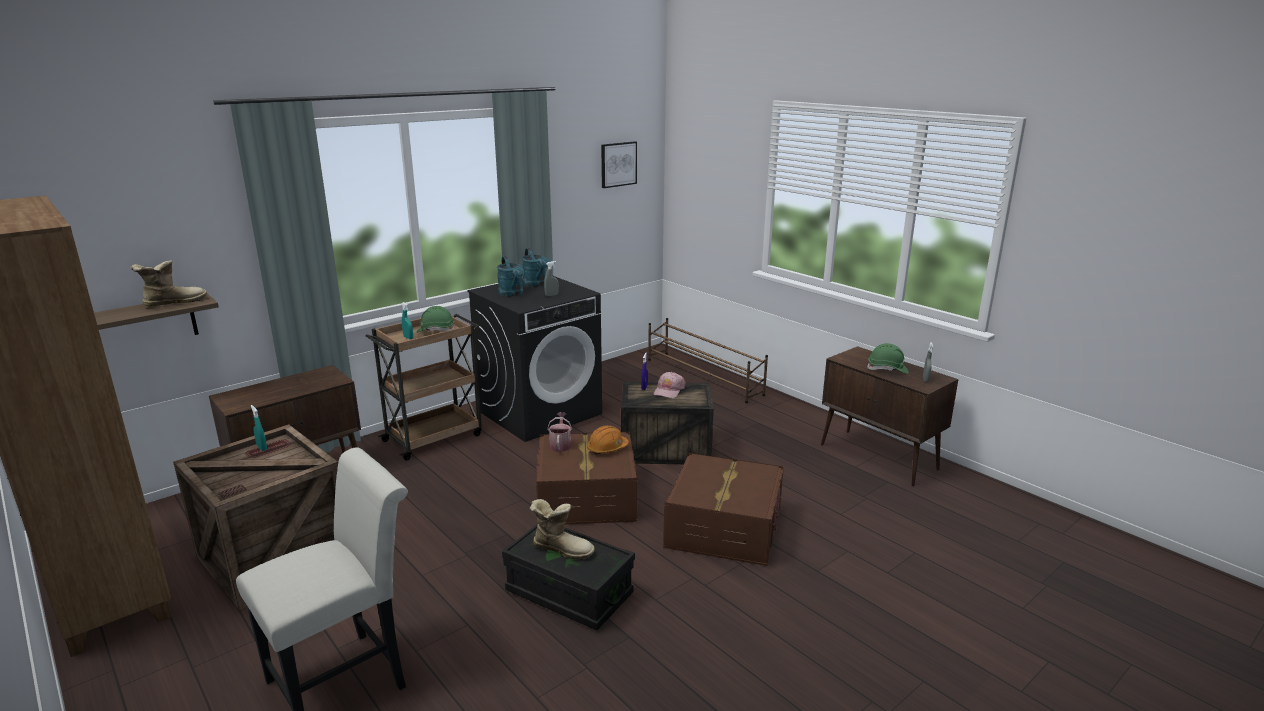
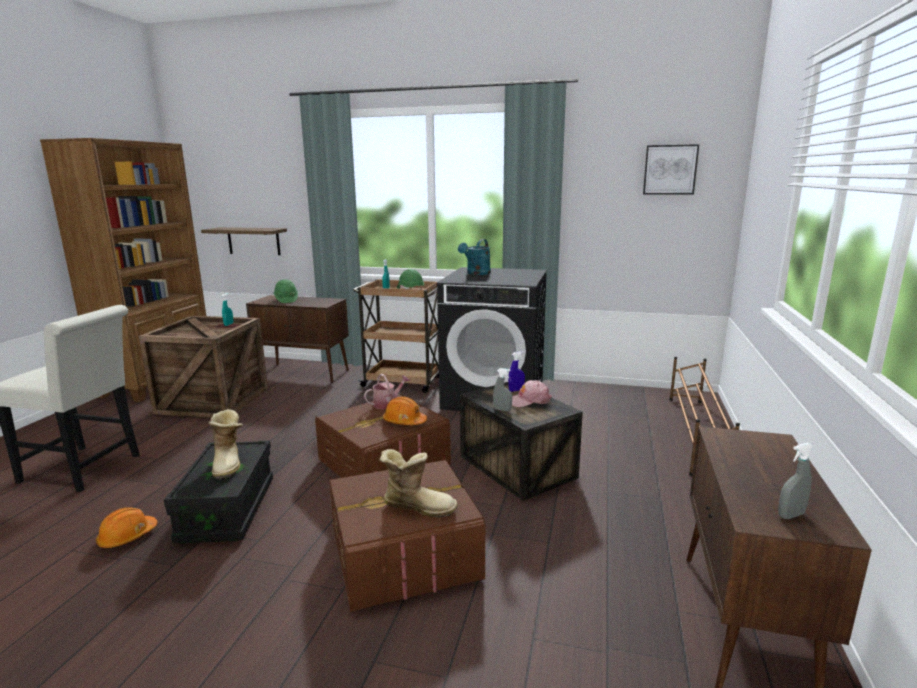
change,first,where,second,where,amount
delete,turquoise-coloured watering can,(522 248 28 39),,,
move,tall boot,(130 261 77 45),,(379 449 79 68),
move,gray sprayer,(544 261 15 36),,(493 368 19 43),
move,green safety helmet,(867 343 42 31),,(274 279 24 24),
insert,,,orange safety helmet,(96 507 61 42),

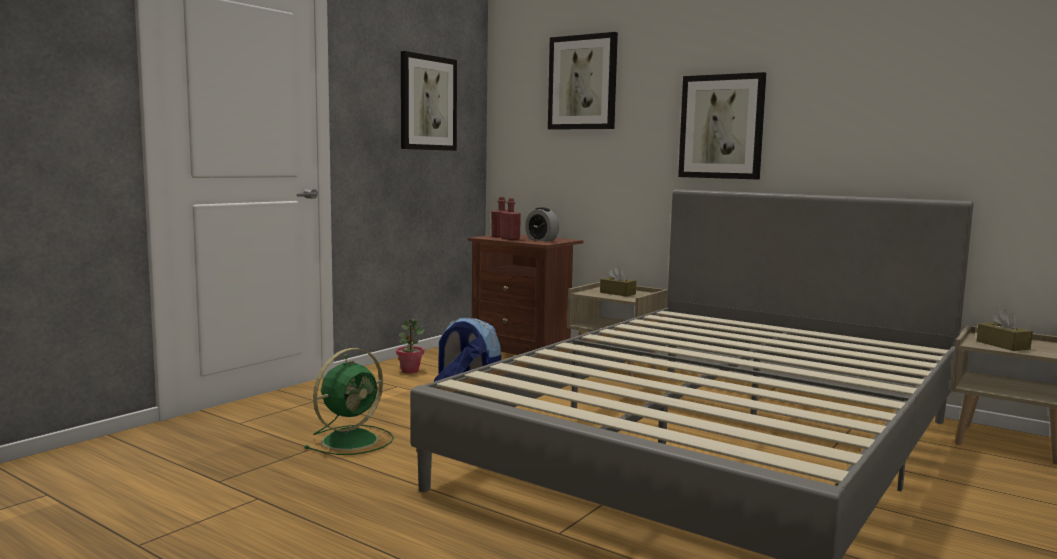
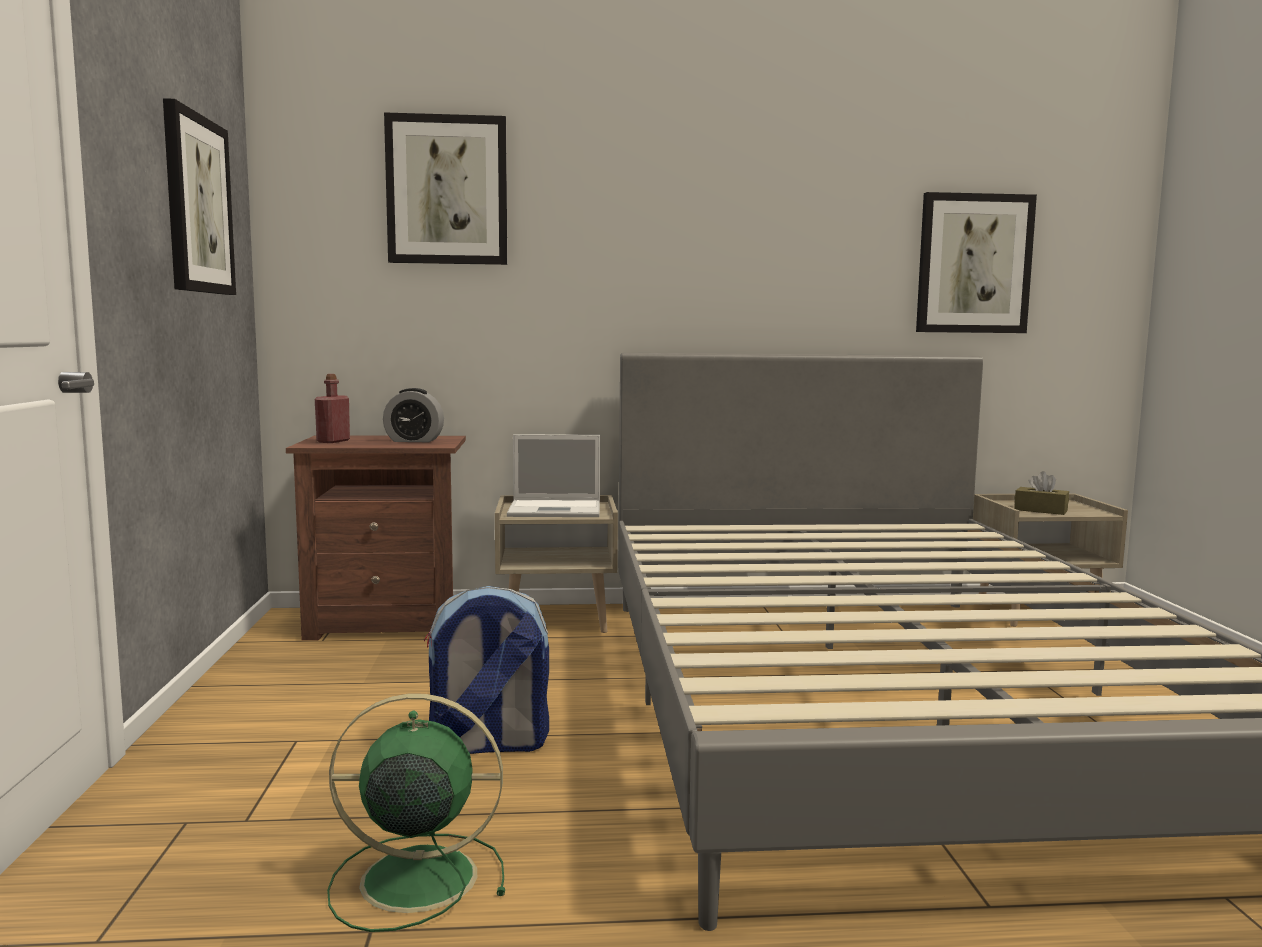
change,first,where,second,where,amount
move,wall picture,(678 72 88 107),,(916 192 121 141),
delete,red-coloured bottle,(501 198 20 42),,,
replace,brown-coloured tissue box,(600 266 36 30),notebook computer,(507 434 93 83),
delete,potted plant,(396 319 28 54),,,
rotate,green cooling fan,(305 348 89 107),,(327 694 178 238),90 degrees counterclockwise

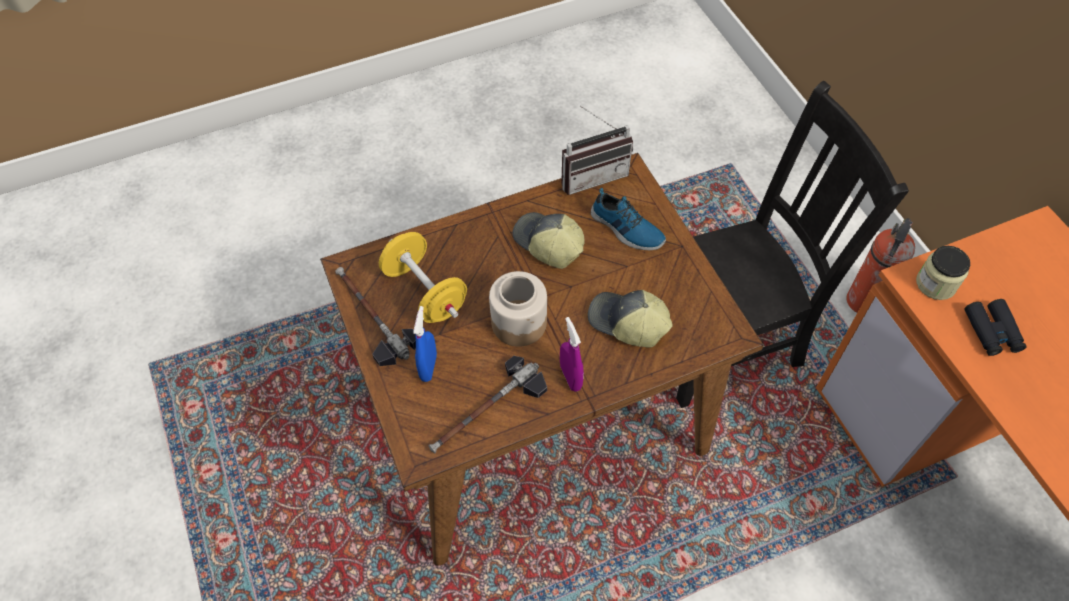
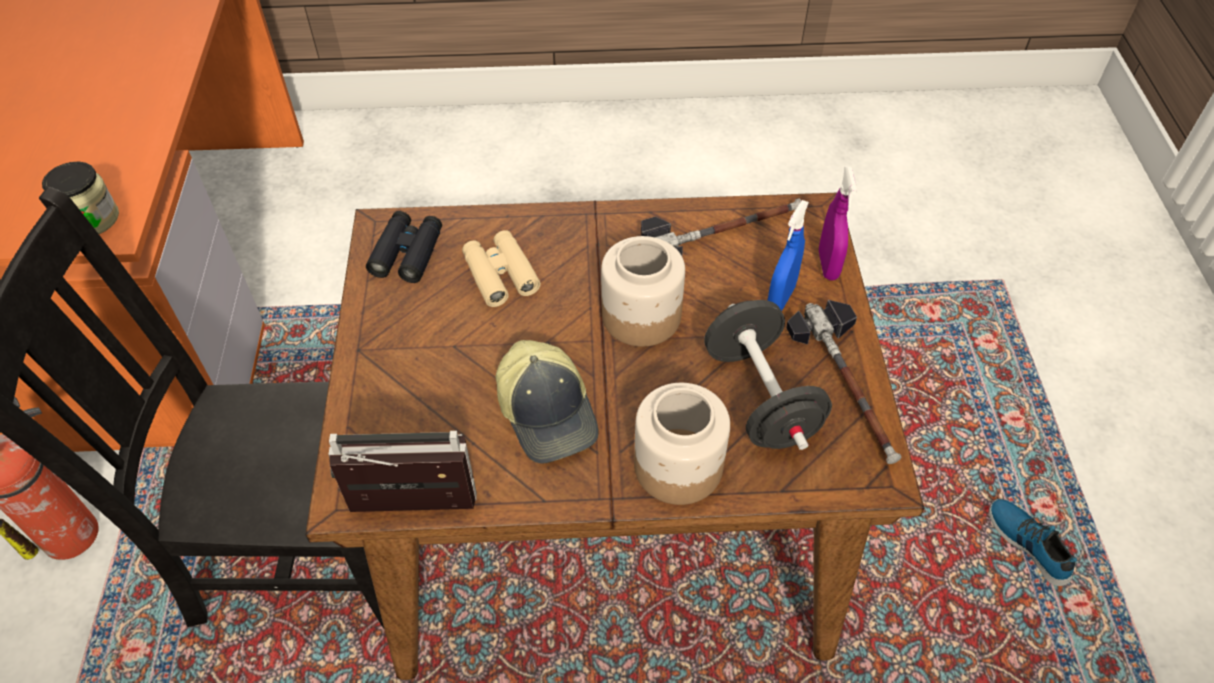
change,first,where,second,where,amount
move,shoe,(591 188 75 62),,(989 499 88 87),
recolor,yellow-coloured free weight,(379 232 88 91),black-coloured free weight,(704 300 128 150),
replace,peaked cap,(588 290 85 57),beige-coloured field glasses,(462 230 79 77),
move,black-coloured field glasses,(965 299 61 57),,(366 211 76 72),
move,purple-coloured sprayer,(560 317 24 75),,(819 167 38 113),
insert,,,preserve jar,(634 383 96 122),

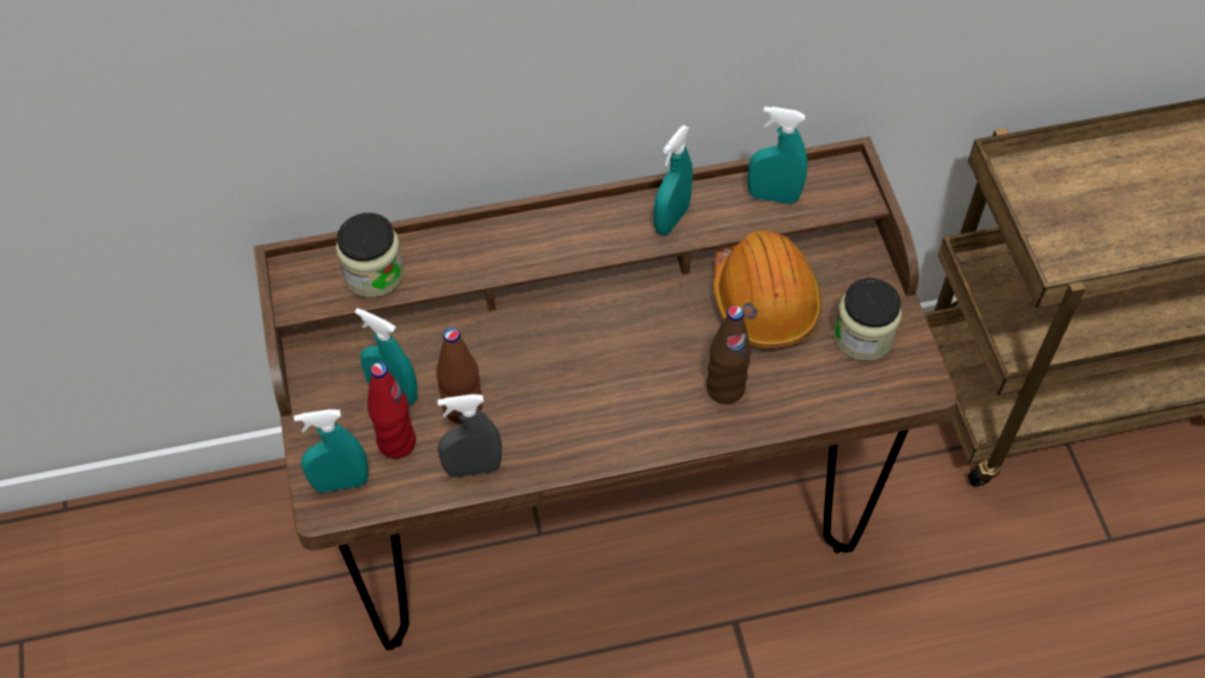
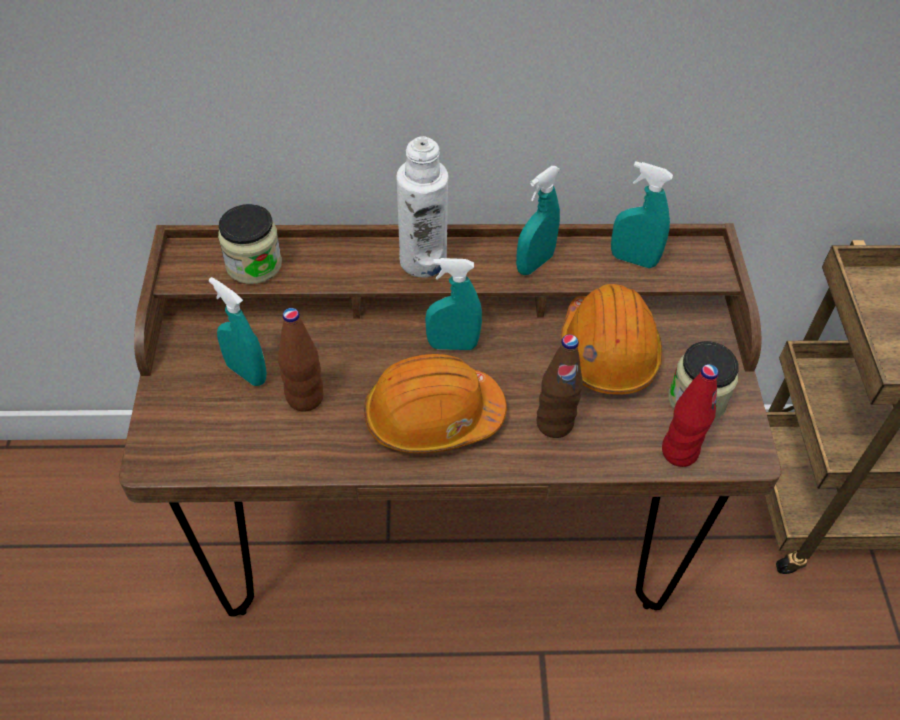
change,first,where,second,where,amount
move,red-coloured bottle,(367 362 49 97),,(662 364 57 103),
delete,gray sprayer,(437 394 65 83),,,
move,turquoise-coloured sprayer,(294 409 74 83),,(425 258 57 92),
insert,,,whitish bottle,(397 136 52 142),
insert,,,orange safety helmet,(364 354 143 99),

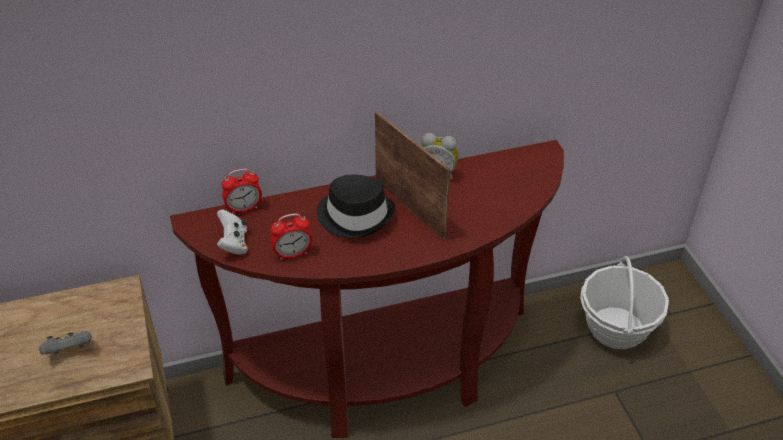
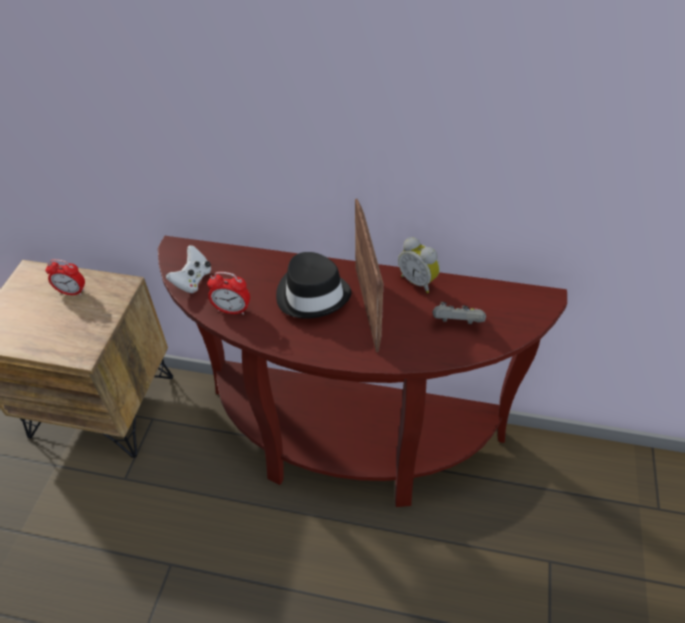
change,first,where,second,where,amount
move,alarm clock,(221 168 41 46),,(46 259 39 36),
delete,storage basket,(580 256 89 94),,,
move,gray joypad,(39 331 53 24),,(433 302 53 22),

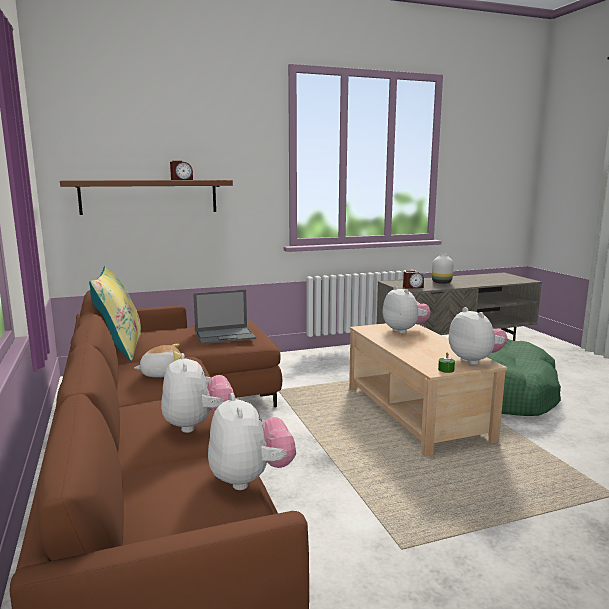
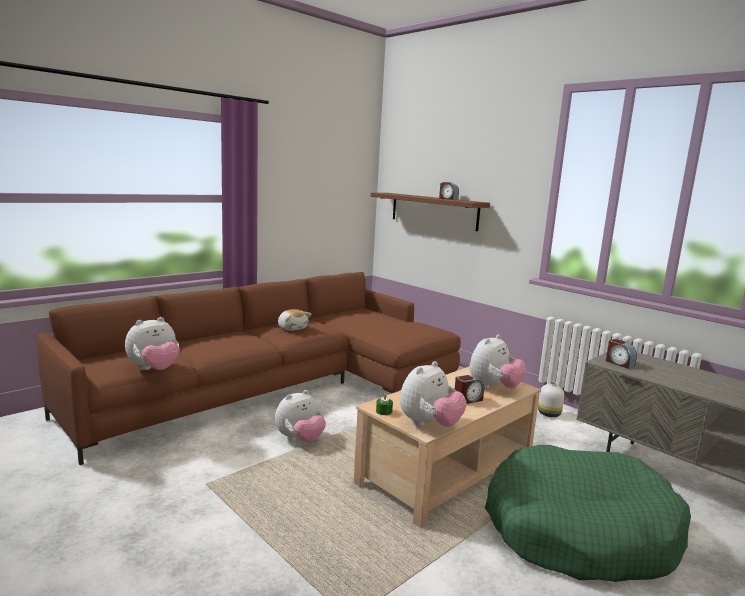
change,first,where,second,where,amount
move,whitish vase,(432 254 21 30),,(538 382 26 35),
delete,yellow-coloured throw pillow,(89 266 52 95),,,
delete,notebook computer,(193 290 63 54),,,
move,soft toy,(161 353 73 80),,(275 390 51 53),
insert,,,alarm clock,(455 375 29 29),

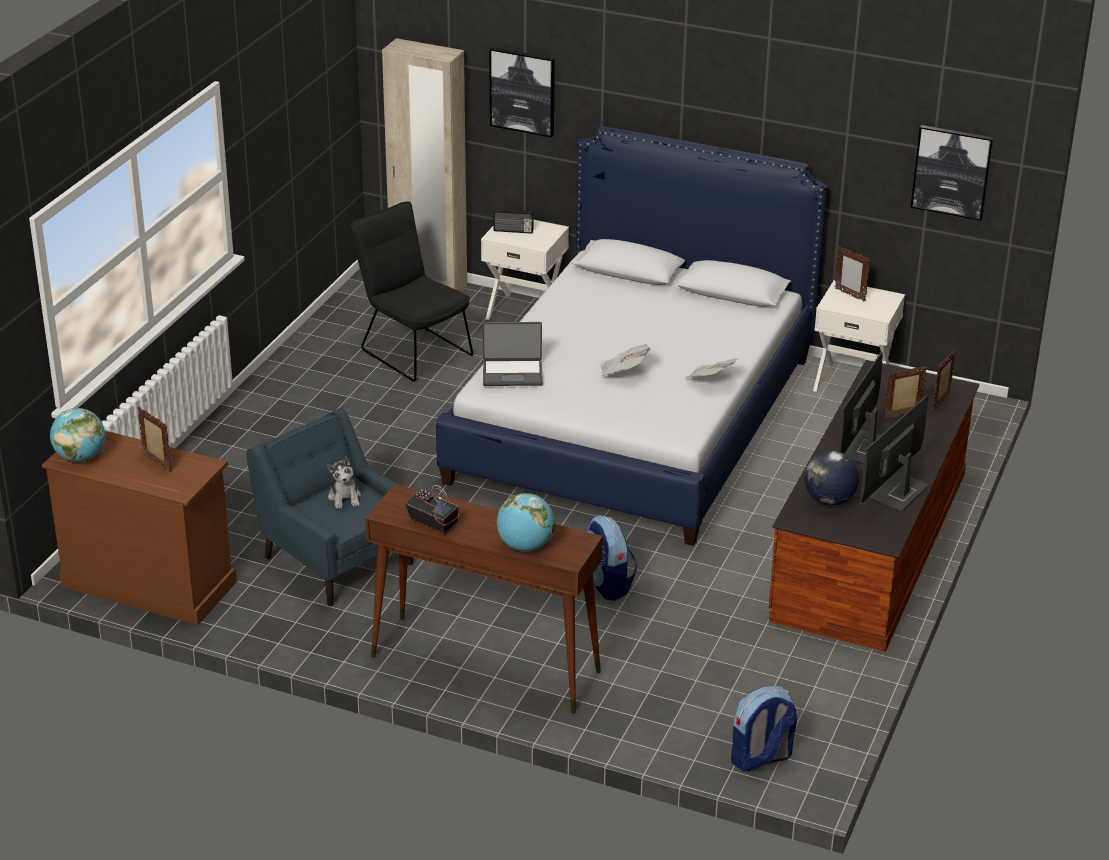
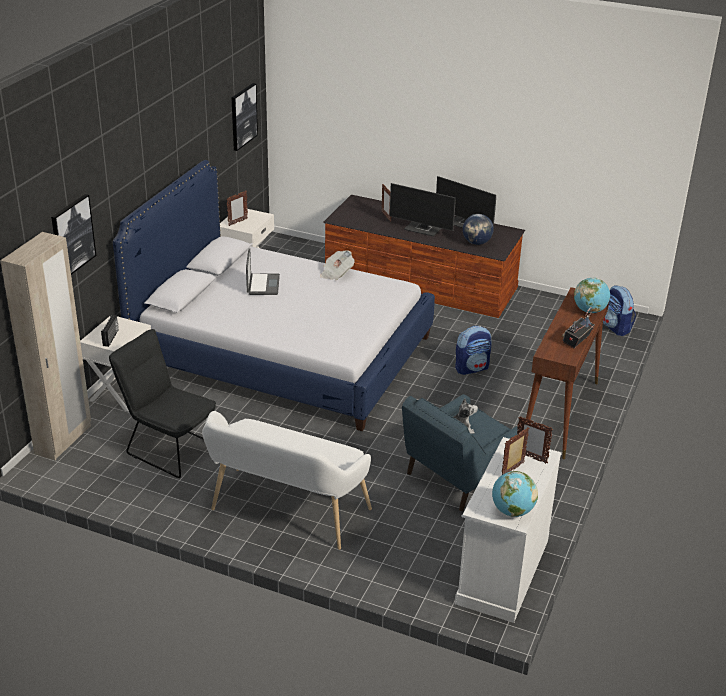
change,first,where,second,where,amount
rotate,black-coloured chair,(350 201 123 181),,(109 329 107 149),75 degrees clockwise
move,notebook computer,(483 322 60 64),,(246 248 34 47),
delete,daily paper,(600 344 51 32),,,
move,standing frame,(932 349 24 63),,(517 416 36 48),
recolor,brown-coloured chest of drawers,(42 431 195 194),whitish chest of drawers,(455 437 106 186),
insert,,,whitish indoor bench,(202 411 170 139),

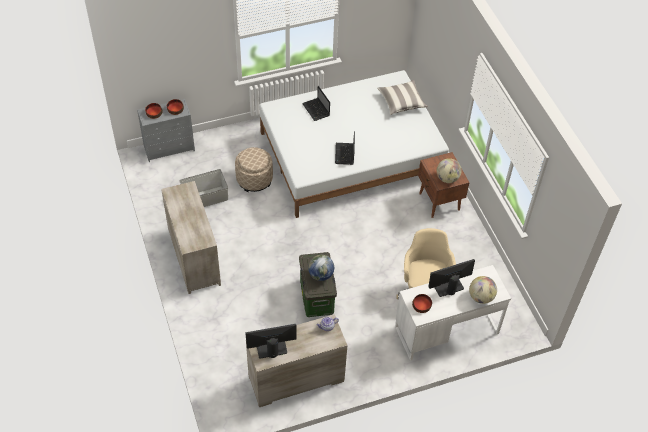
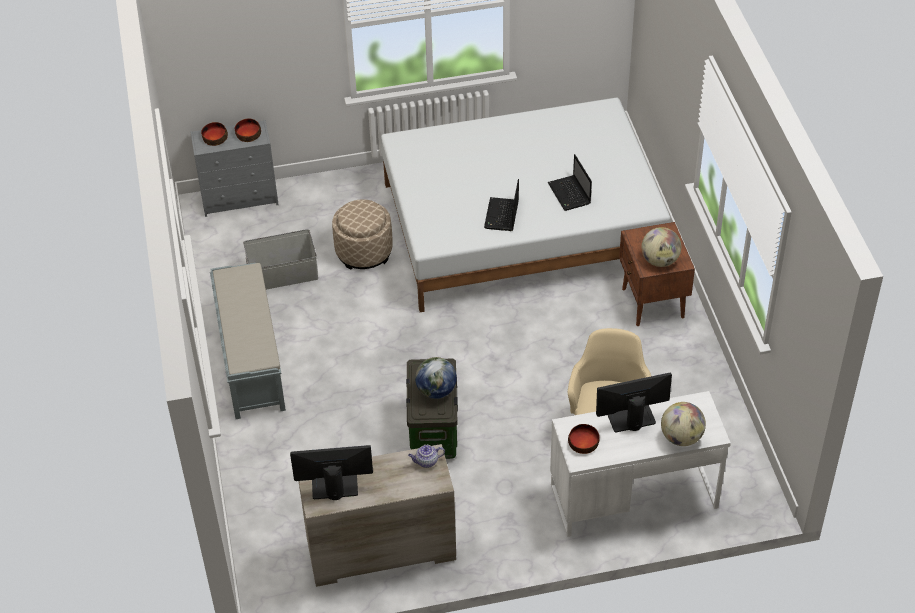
change,first,where,second,where,amount
delete,throw pillow,(377 80 51 35),,,
move,notebook computer,(302 86 28 35),,(548 154 44 57),
replace,beige-coloured chest of drawers,(161 181 60 113),gray indoor bench,(210 263 76 156),

